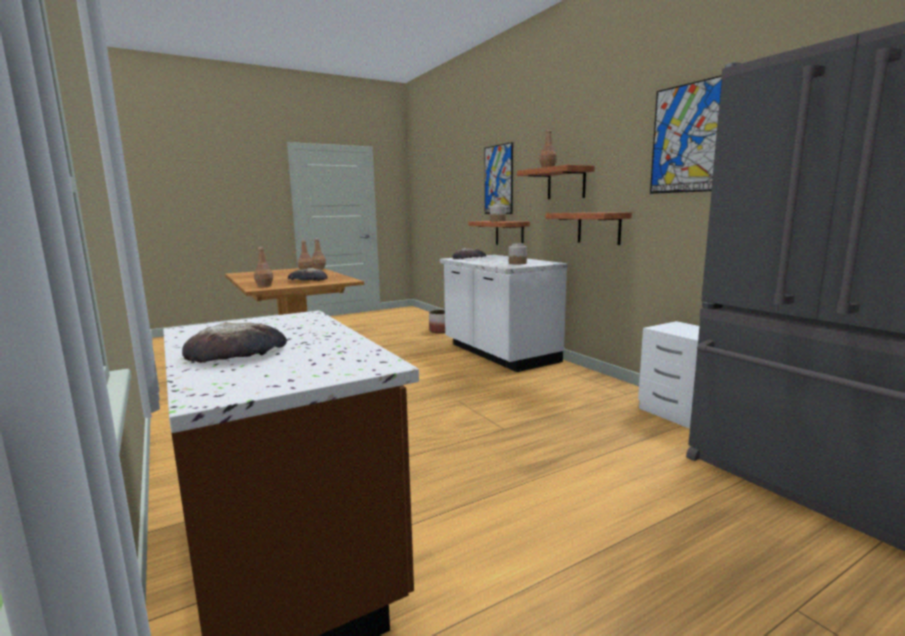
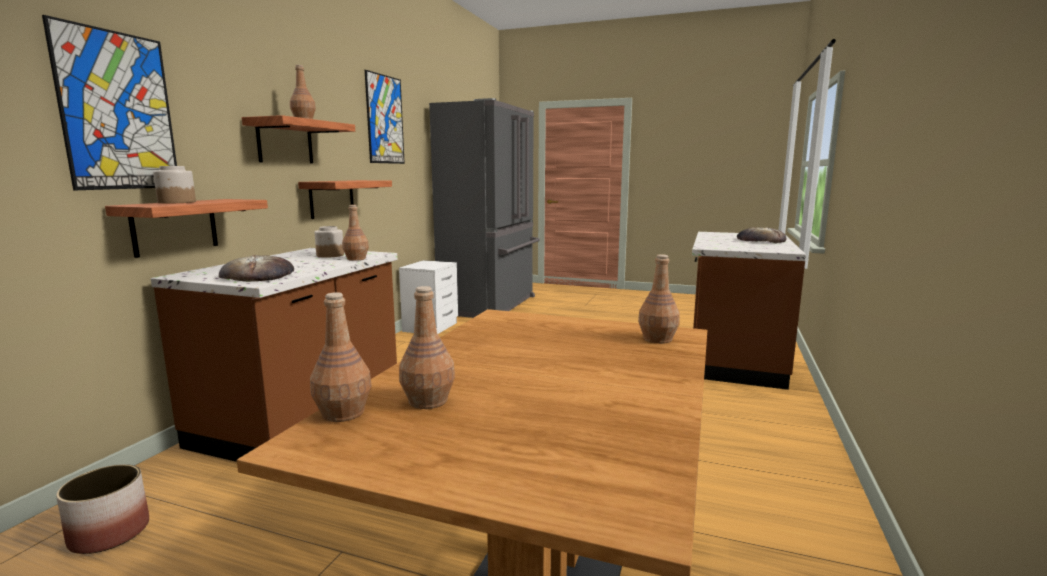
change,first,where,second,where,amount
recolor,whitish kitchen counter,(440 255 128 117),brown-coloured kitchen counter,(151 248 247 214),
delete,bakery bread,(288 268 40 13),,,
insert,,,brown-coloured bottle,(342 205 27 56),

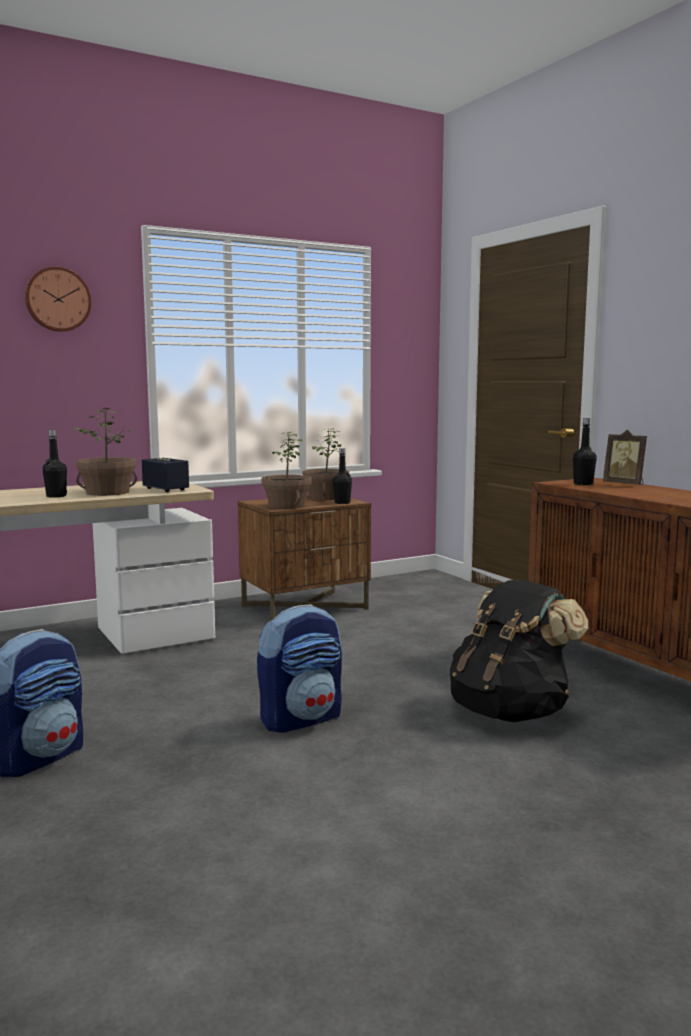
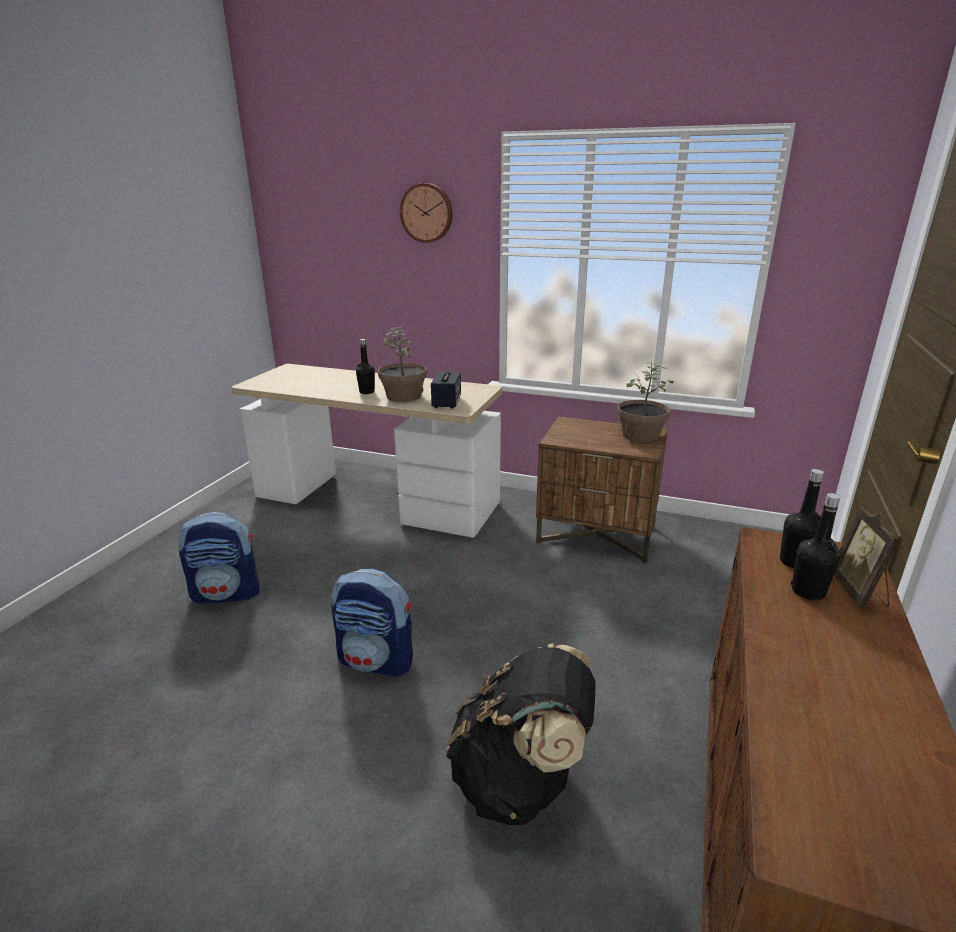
change,first,where,second,where,amount
delete,potted plant,(262 432 50 77),,,
move,black-coloured bottle,(333 448 19 56),,(791 493 50 107),

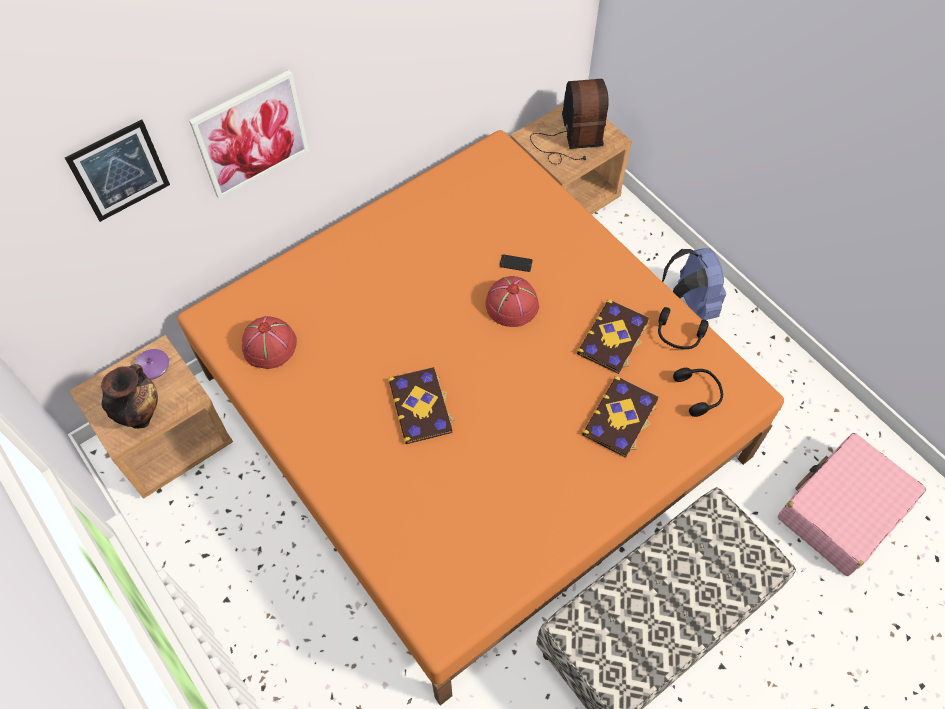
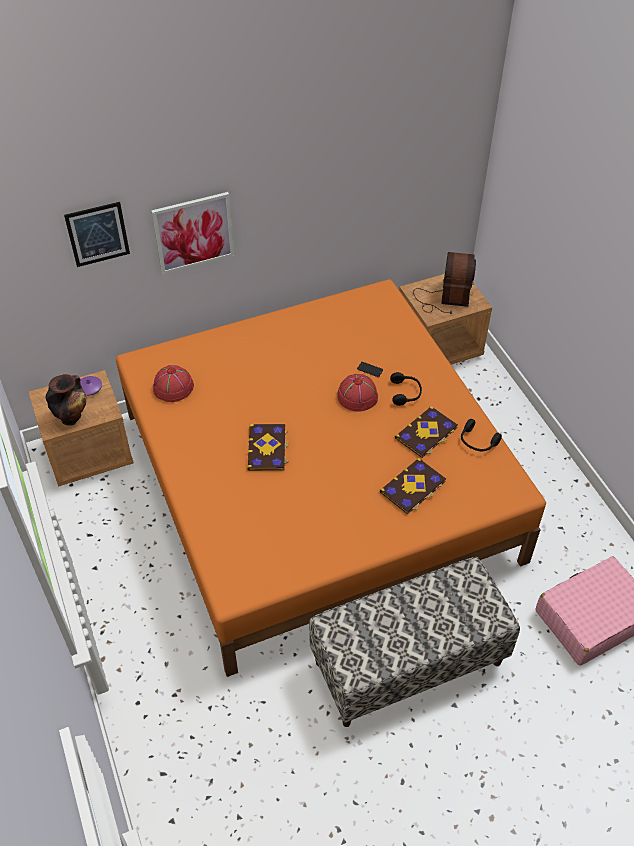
change,first,where,second,where,amount
delete,blue-coloured backpack,(662 248 64 72),,,
move,black-coloured pair of headphones,(673 368 50 49),,(390 372 32 34),

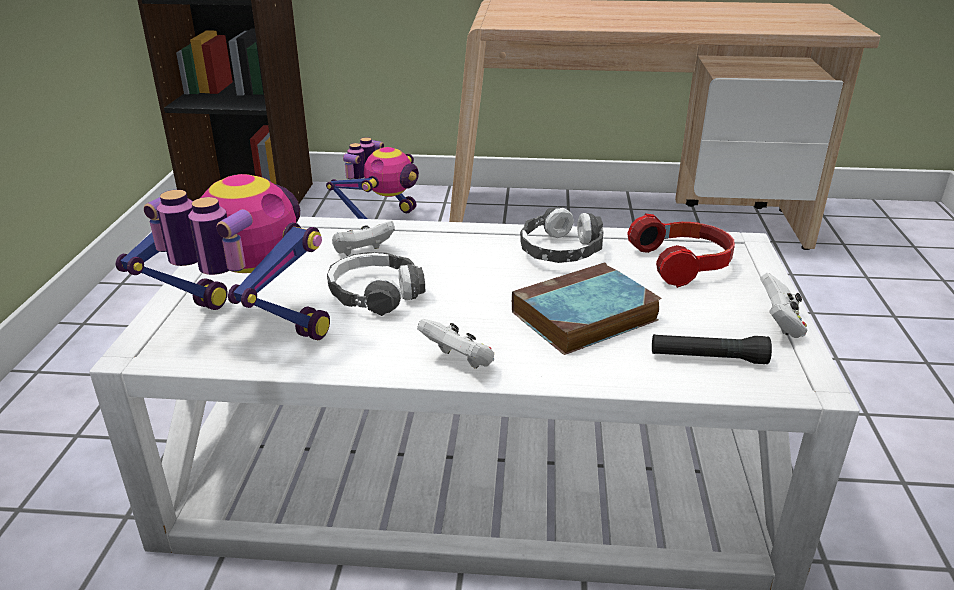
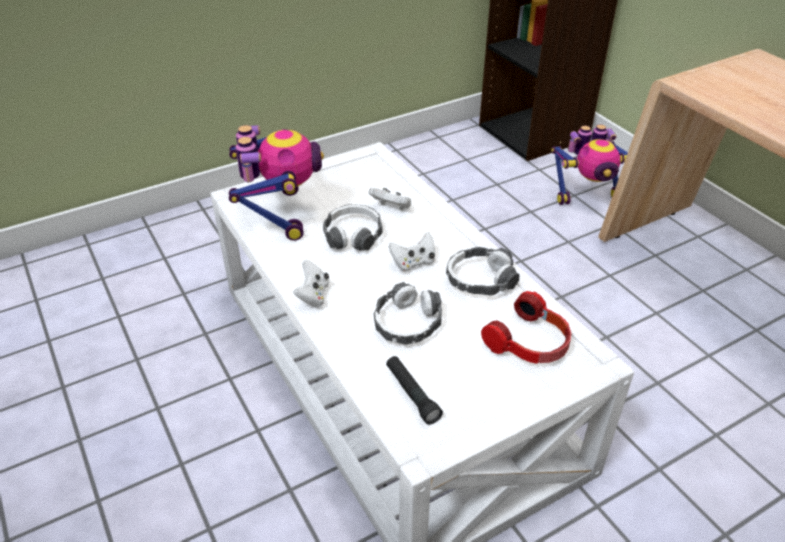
change,first,where,second,where,amount
replace,bound book,(512 262 150 93),pair of headphones,(374 282 68 63),
move,whitish joypad,(760 273 47 65),,(389 232 46 40),

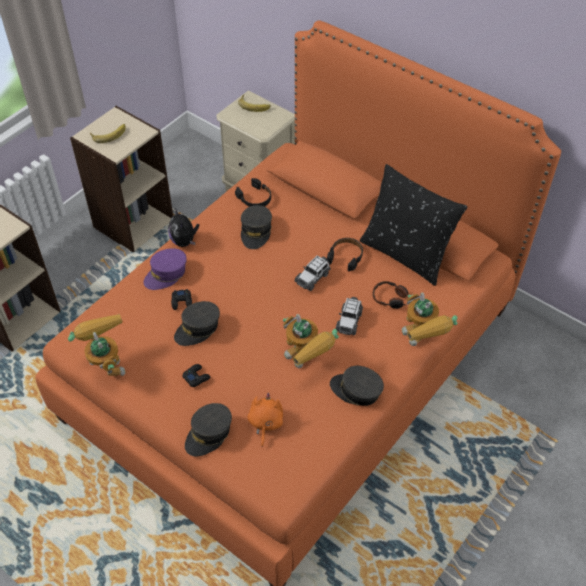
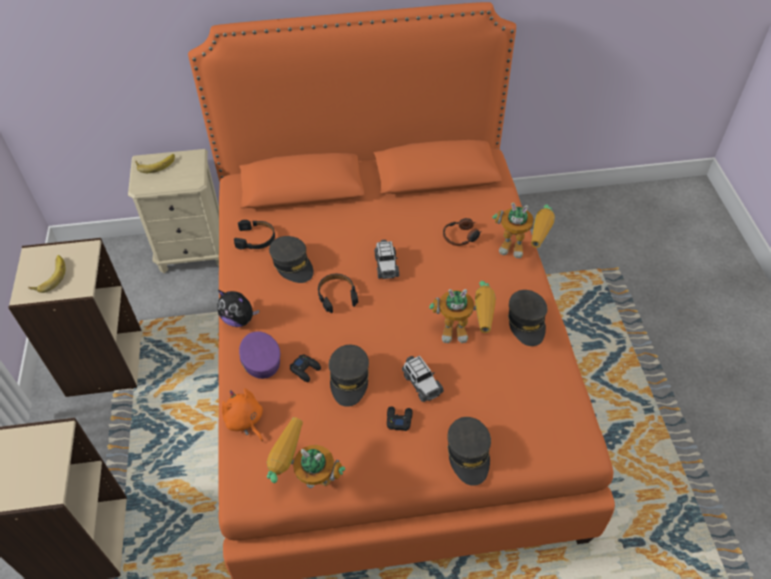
change,first,where,second,where,amount
delete,black-coloured throw pillow,(360 164 107 122),,,
move,black-coloured pair of headphones,(327 238 36 33),,(318 274 40 39),
rotate,purple-coloured peaked cap,(144 248 43 42),,(239 331 41 48),150 degrees clockwise
move,miniature car,(336 297 27 38),,(402 356 42 46),
rotate,gray peaked cap,(330 366 54 40),,(508 290 40 56),75 degrees counterclockwise
move,orange soft toy,(248 393 35 54),,(222 388 41 53),

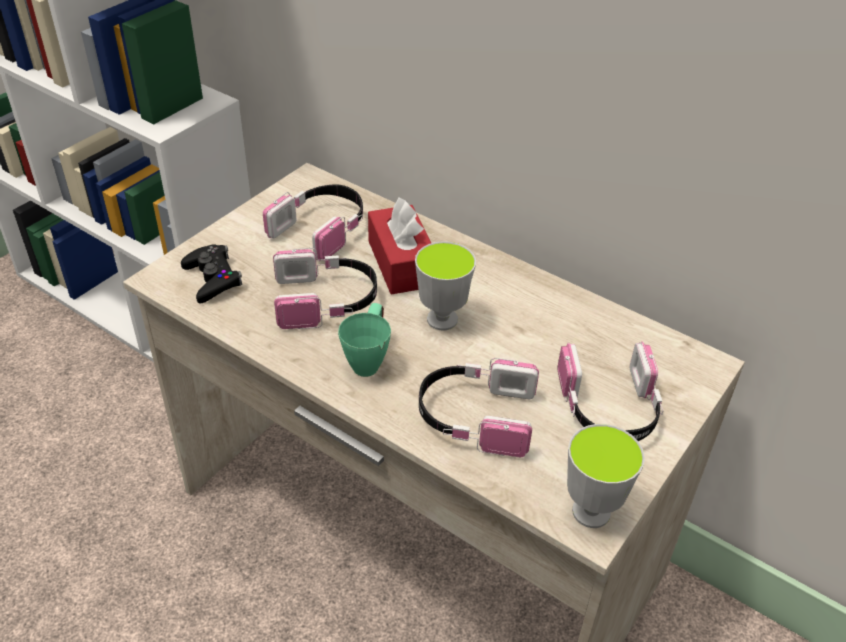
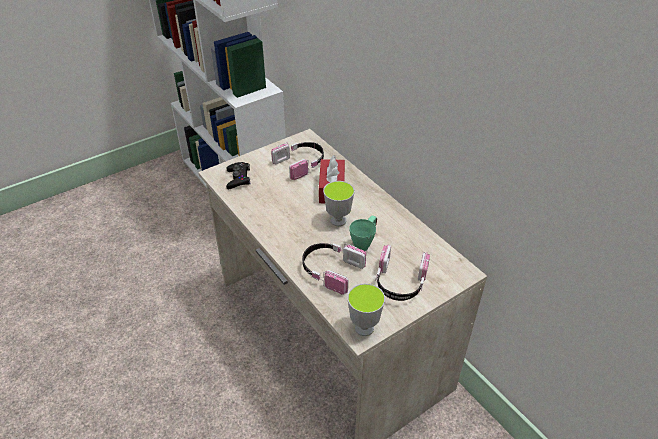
change,first,where,second,where,amount
delete,pair of headphones,(273 248 104 81),,,
move,green tea mug,(338 303 53 74),,(349 215 28 36),

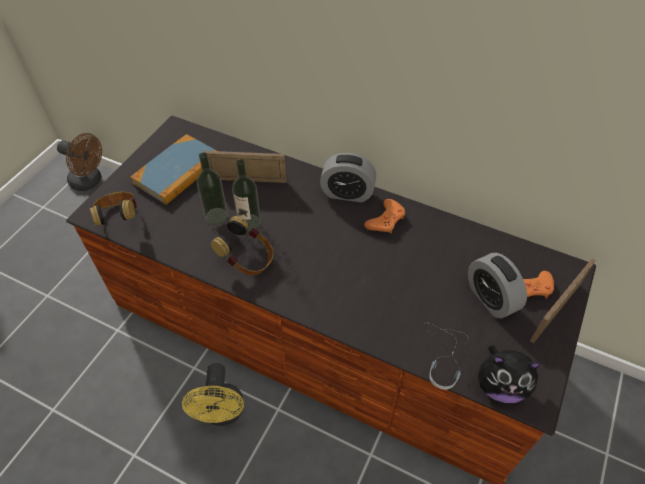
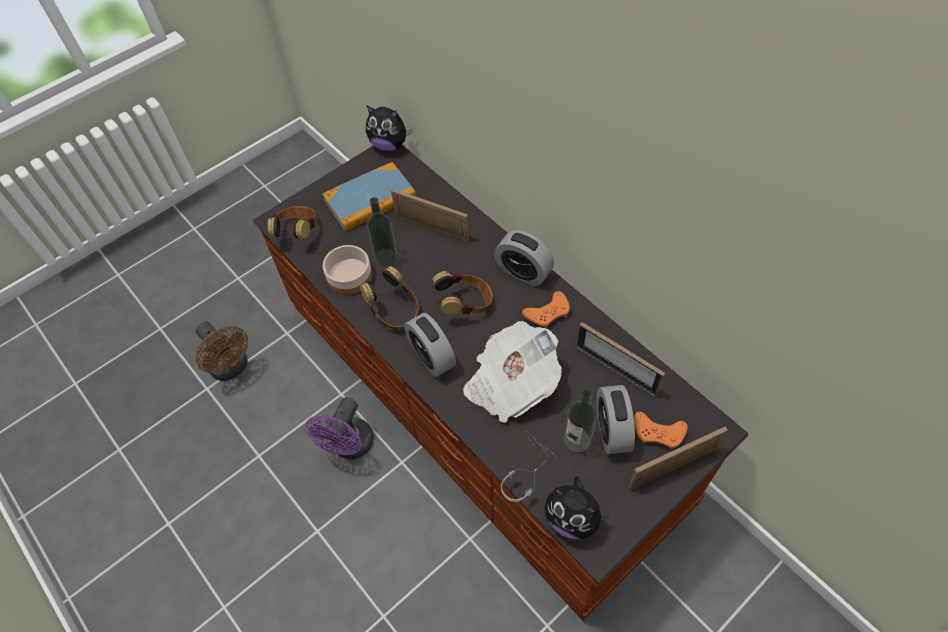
change,first,where,second,where,amount
move,brown-coloured cooling fan,(57 133 45 58),,(196 322 52 59),
move,bottle,(232 159 29 72),,(564 390 33 63),
recolor,yellow-coloured cooling fan,(182 363 62 63),purple-coloured cooling fan,(305 397 69 62),
insert,,,soft toy,(366 105 47 46),
insert,,,bowl,(323 245 49 50),
insert,,,pair of headphones,(432 271 61 44),
insert,,,alarm clock,(404 313 52 64),
insert,,,daily paper,(463 321 99 102),
insert,,,standing frame,(576 322 89 75),

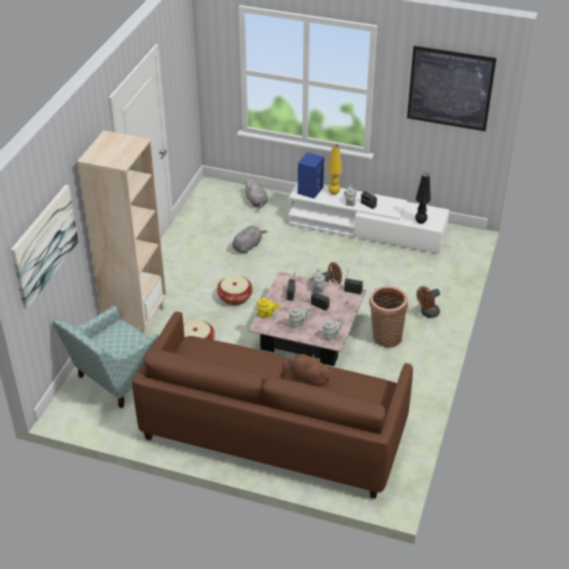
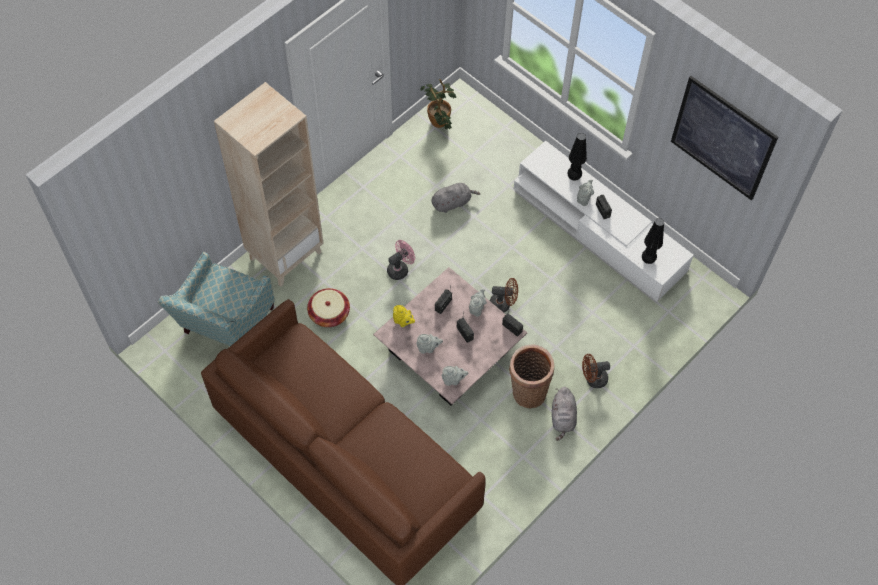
change,first,where,second,where,amount
recolor,yellow-coloured tabletop lamp,(328 144 14 51),black-coloured tabletop lamp,(568 133 19 48),
delete,blue-coloured speaker,(298 152 26 47),,,
move,gray soft toy,(245 178 23 30),,(552 387 25 54),
delete,wall picture,(11 185 68 124),,,
replace,storage basket,(217 275 36 30),pink-coloured cooling fan,(387 240 28 40),
rotate,armchair,(52 306 107 103),,(158 252 117 94),45 degrees counterclockwise
delete,brown-coloured soft toy,(289 354 44 33),,,
insert,,,potted plant,(420 79 36 50),

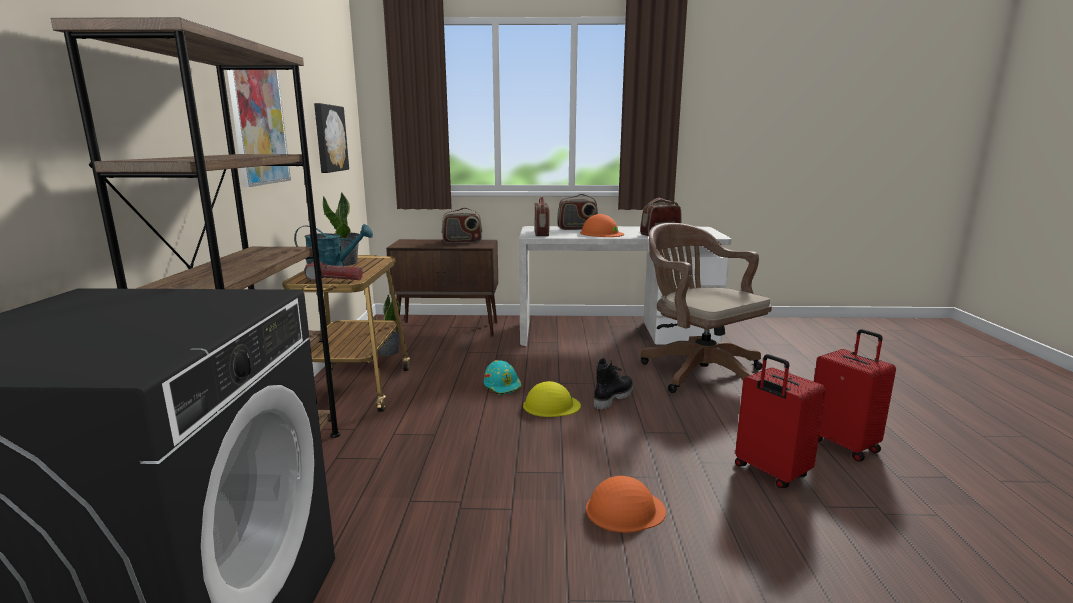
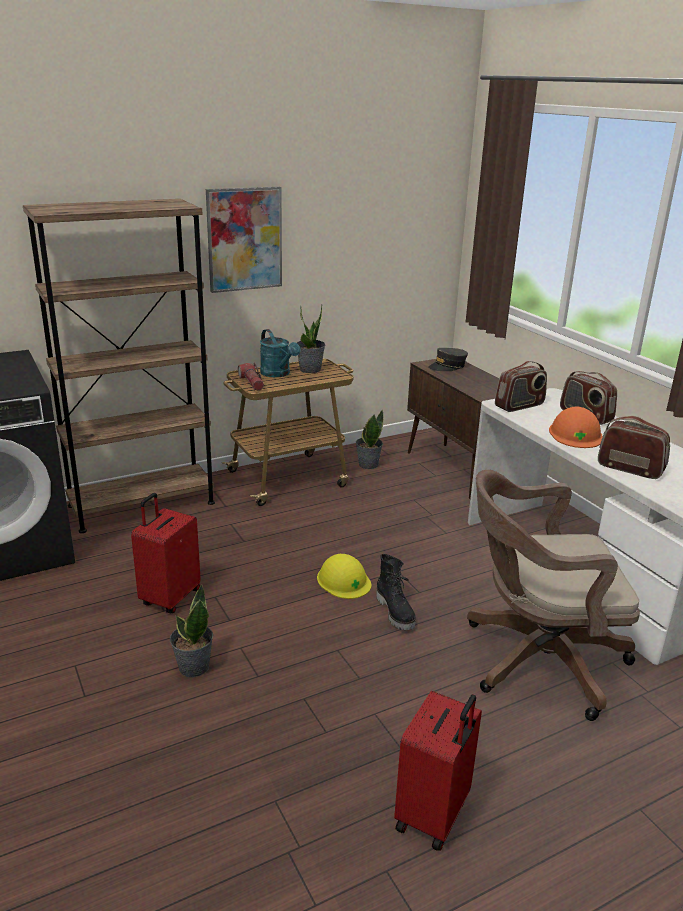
change,first,where,second,where,amount
delete,wall picture,(314 103 35 70),,,
delete,radio set,(442 208 40 35),,,
rotate,brown-coloured computer chair,(641 223 131 170),,(467 470 173 251),120 degrees counterclockwise
move,red-coloured suitcase,(735 354 91 134),,(131 493 70 120),
rotate,black-coloured tall boot,(594 357 39 53),,(376 554 40 76),60 degrees clockwise
delete,turquoise-coloured safety helmet,(483 360 39 35),,,
replace,orange safety helmet,(586 476 80 57),potted plant,(170 585 43 93),
insert,,,gray peaked cap,(428 348 40 23),

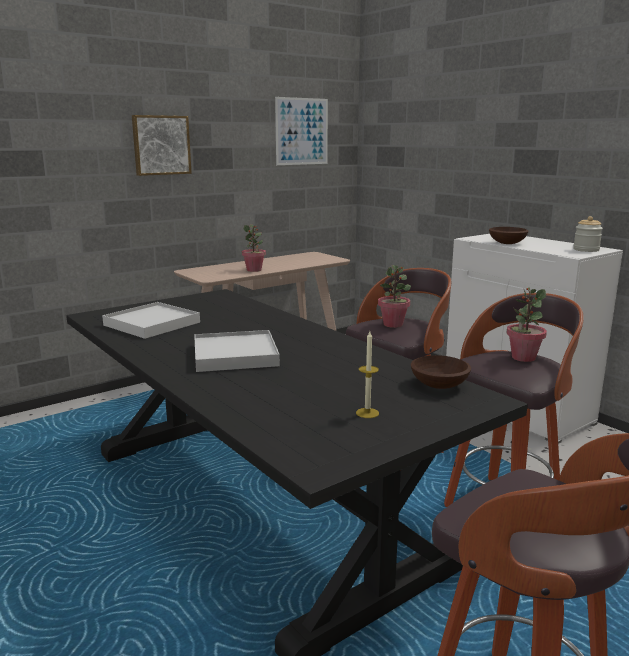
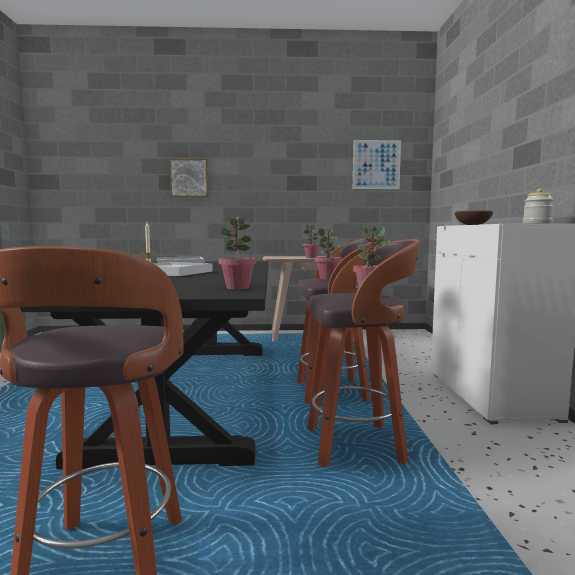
change,first,where,second,where,amount
move,wall picture,(132 115 60 61),,(169 158 40 39),
replace,brown-coloured bowl,(411 355 60 34),potted plant,(218 217 38 73),

